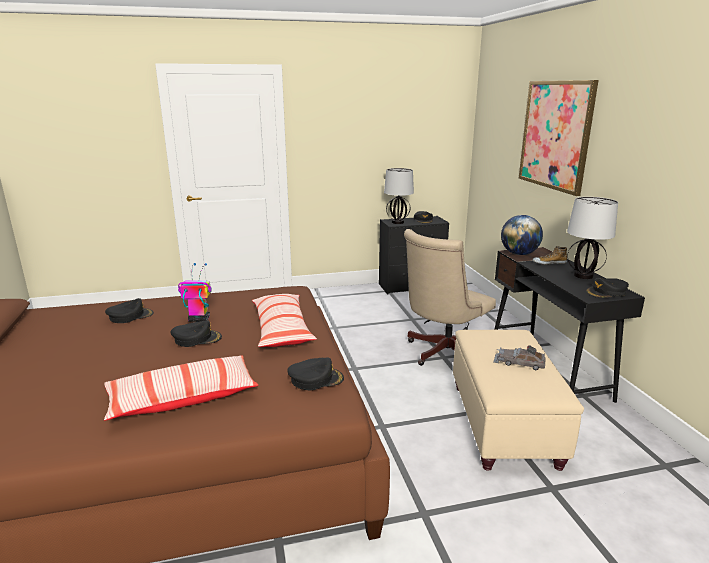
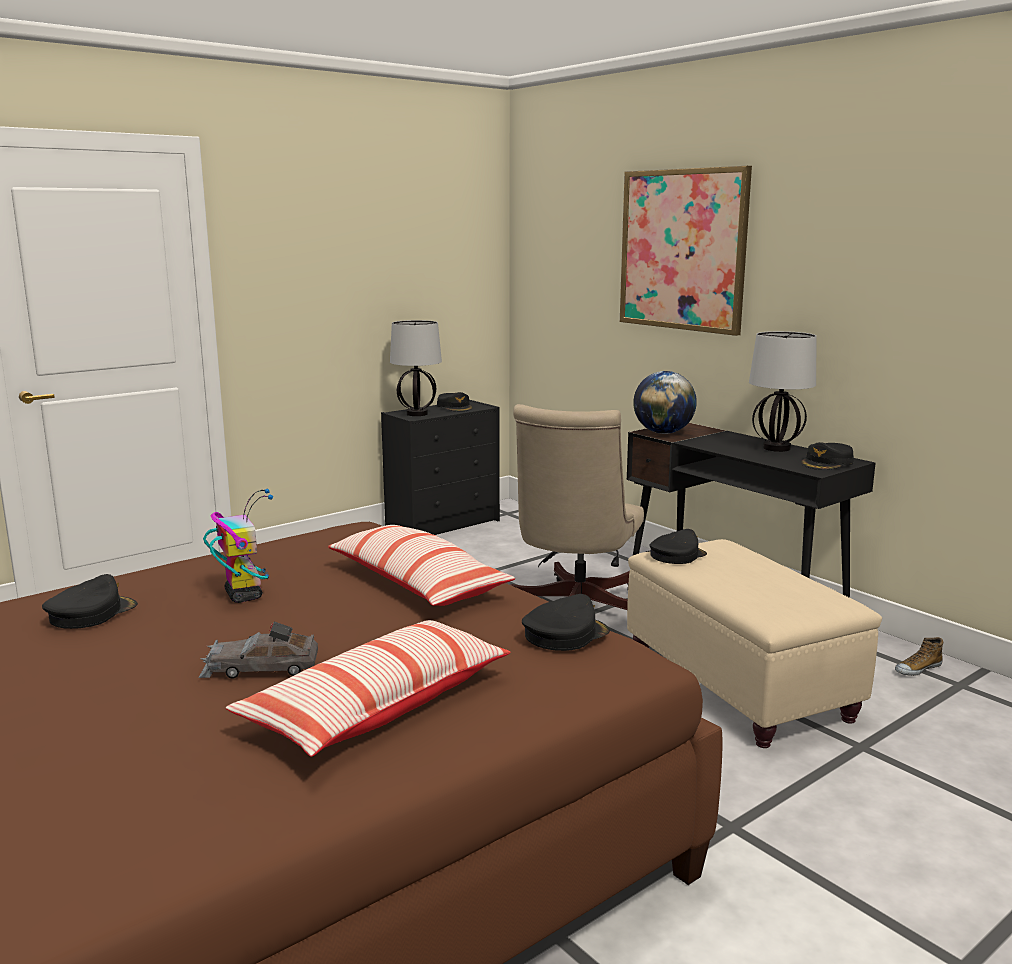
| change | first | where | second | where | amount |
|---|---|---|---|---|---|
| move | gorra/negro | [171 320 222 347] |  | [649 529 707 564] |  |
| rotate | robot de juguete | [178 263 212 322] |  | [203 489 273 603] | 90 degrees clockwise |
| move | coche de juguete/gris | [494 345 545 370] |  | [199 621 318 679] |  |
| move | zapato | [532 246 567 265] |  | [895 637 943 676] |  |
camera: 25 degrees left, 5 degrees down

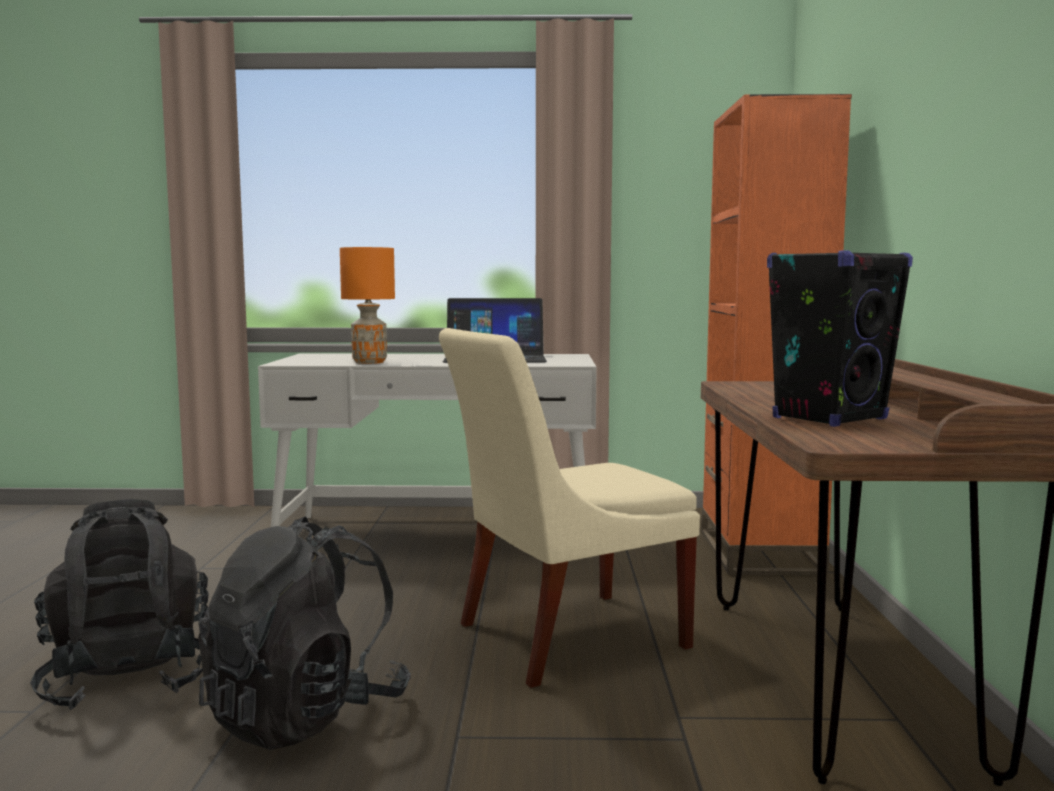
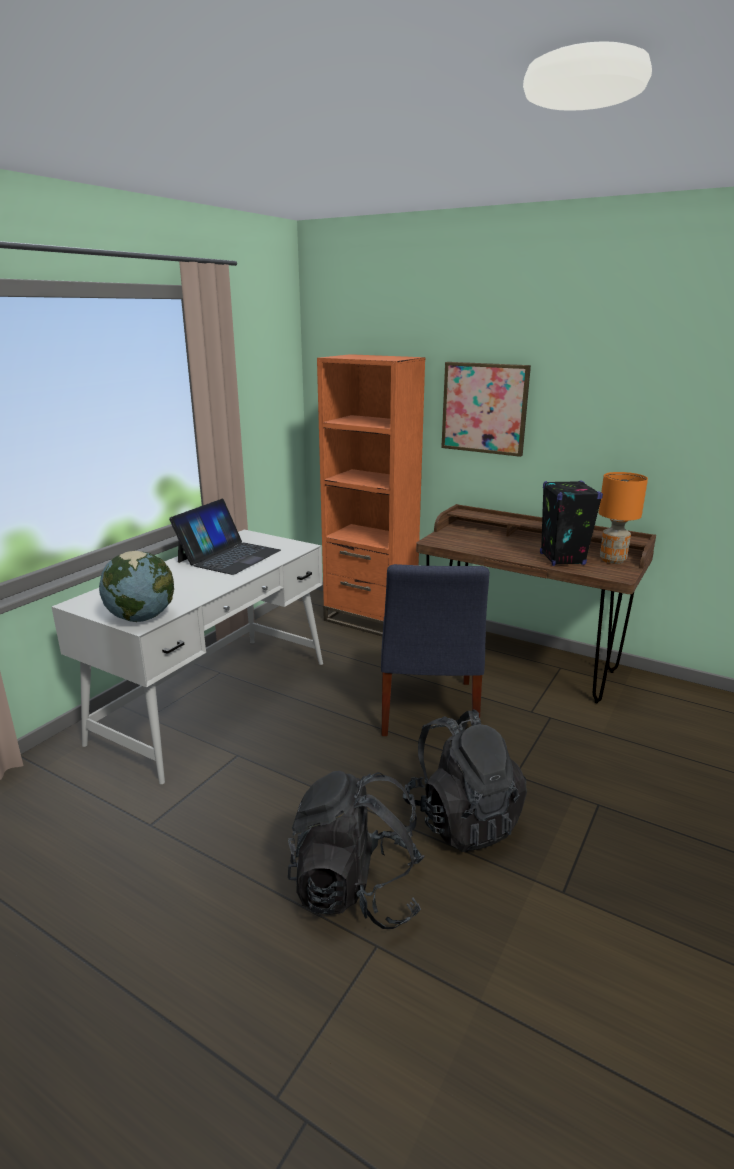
| change | first | where | second | where | amount |
|---|---|---|---|---|---|
| move | lámpara de mesa/naranja | [340 247 395 364] |  | [599 472 648 564] |  |
| recolor | silla/beis | [439 328 700 688] | silla/azul | [381 564 490 736] |  |
| insert |  |  | globo terráqueo | [99 551 174 622] |  |
| insert |  |  | cuadro | [441 362 531 457] |  |
camera: 60 degrees left, 15 degrees up

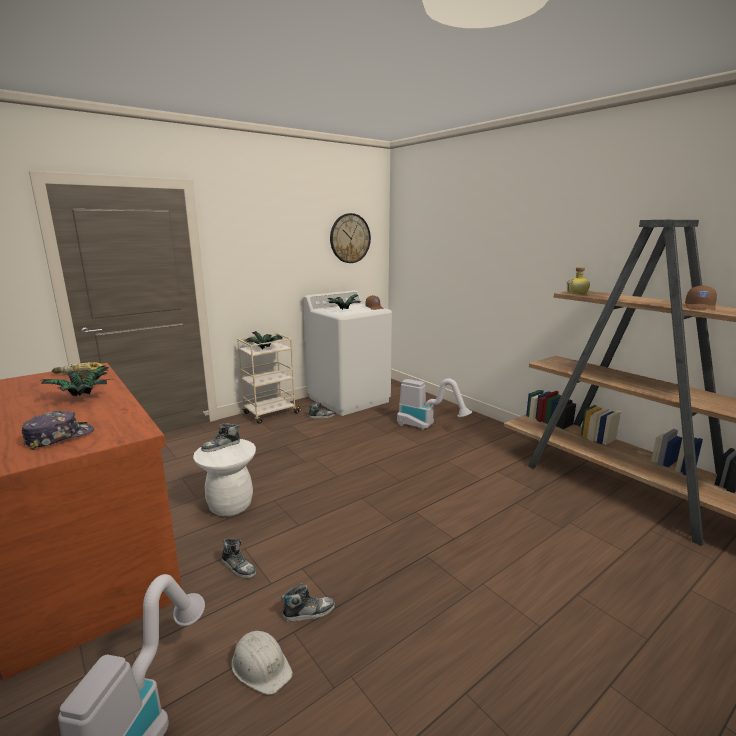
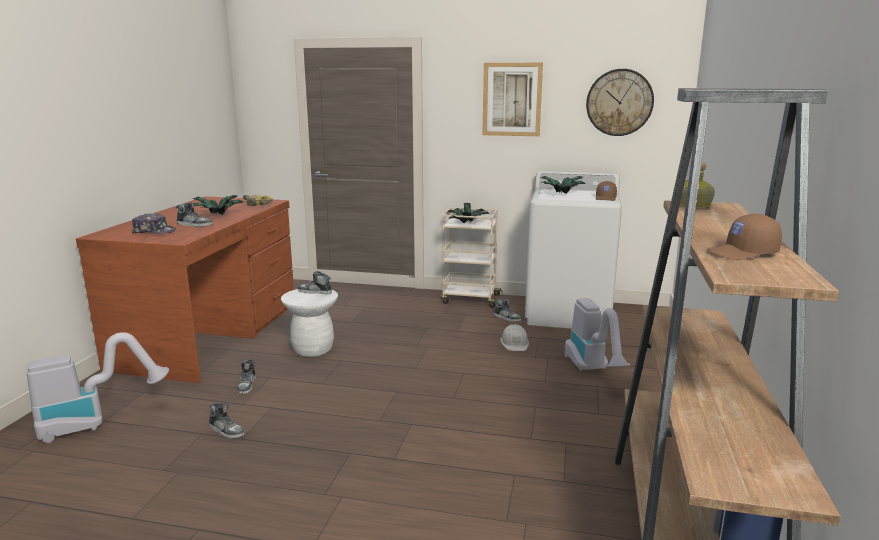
| change | first | where | second | where | amount |
|---|---|---|---|---|---|
| move | casco/blanco | [231 631 293 695] |  | [500 324 529 351] |  |
| insert |  |  | zapato | [176 203 213 227] |  |
| insert |  |  | cuadro | [482 63 543 136] |  |
camera: 50 degrees right, 0 degrees up

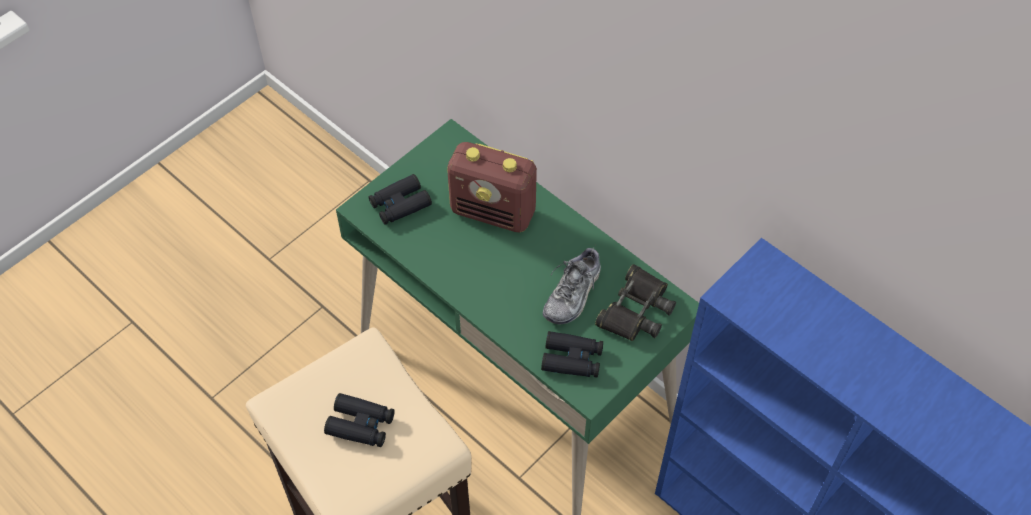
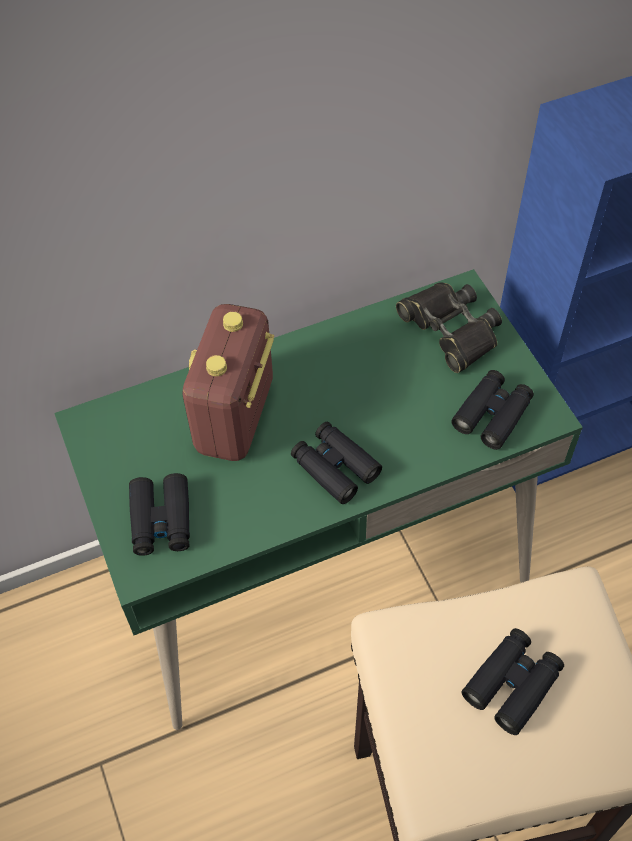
| change | first | where | second | where | amount |
|---|---|---|---|---|---|
| rotate | radio | [447 142 537 232] |  | [182 304 274 461] | 150 degrees clockwise |
| delete | zapato | [543 246 601 325] |  |  |  |
| insert |  |  | prismáticos/negro | [291 422 382 504] |  |
camera: 65 degrees left, 0 degrees up

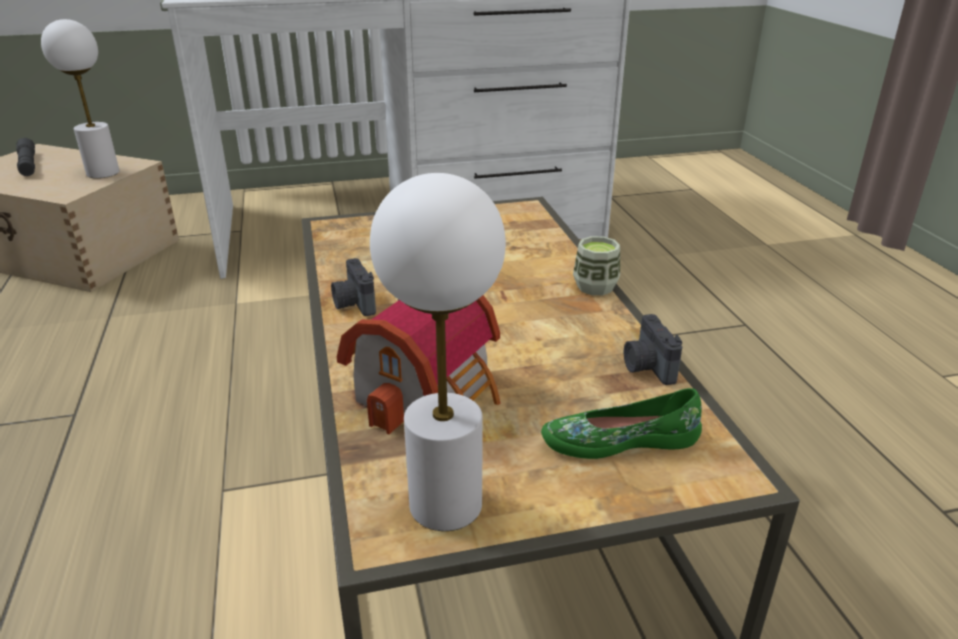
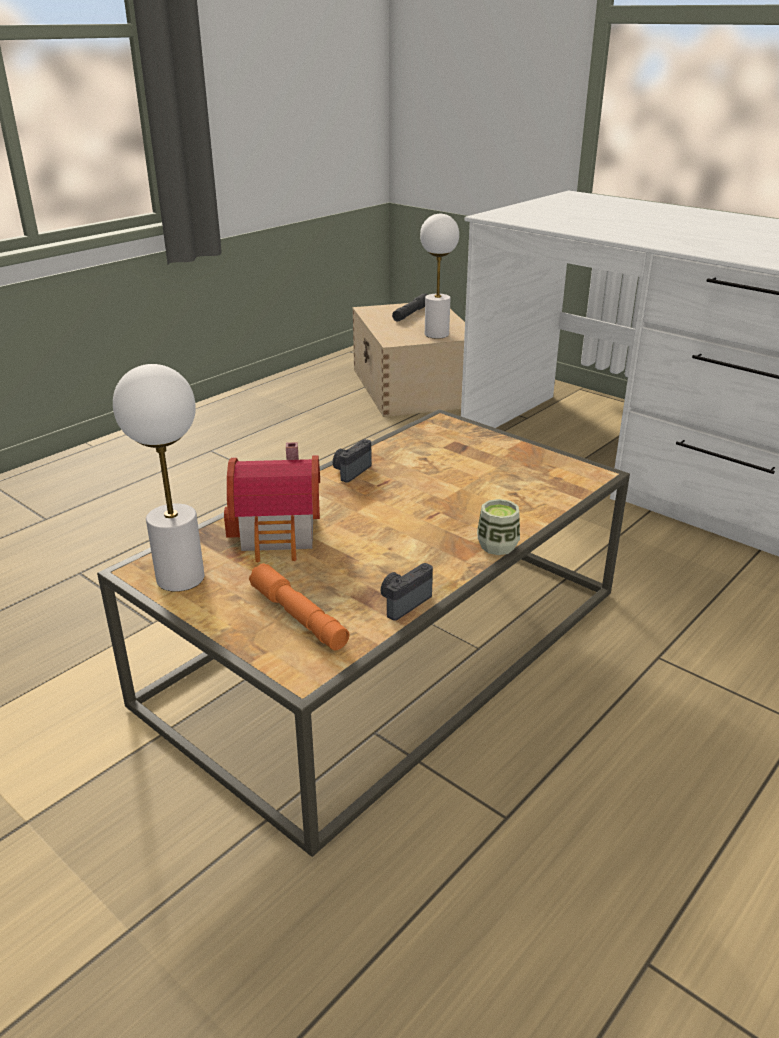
| change | first | where | second | where | amount |
|---|---|---|---|---|---|
| replace | zapato/verde | [541 388 702 459] | linterna/naranja | [249 563 349 650] |  |
camera: 55 degrees right, 0 degrees up

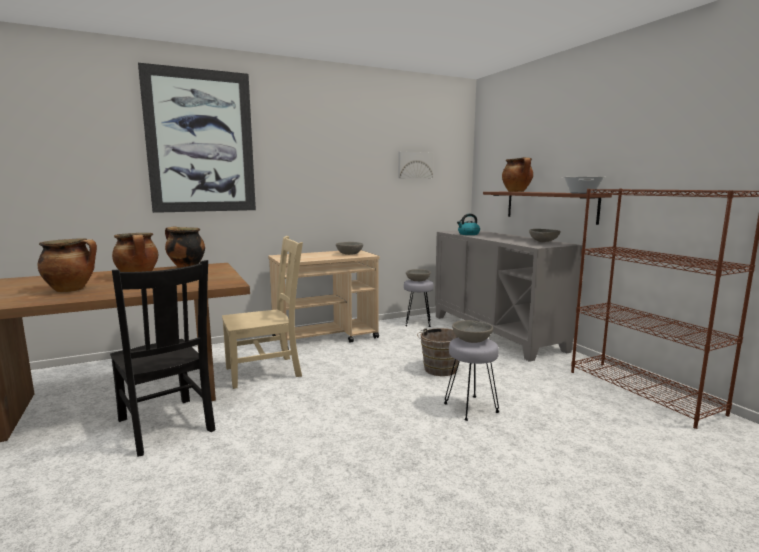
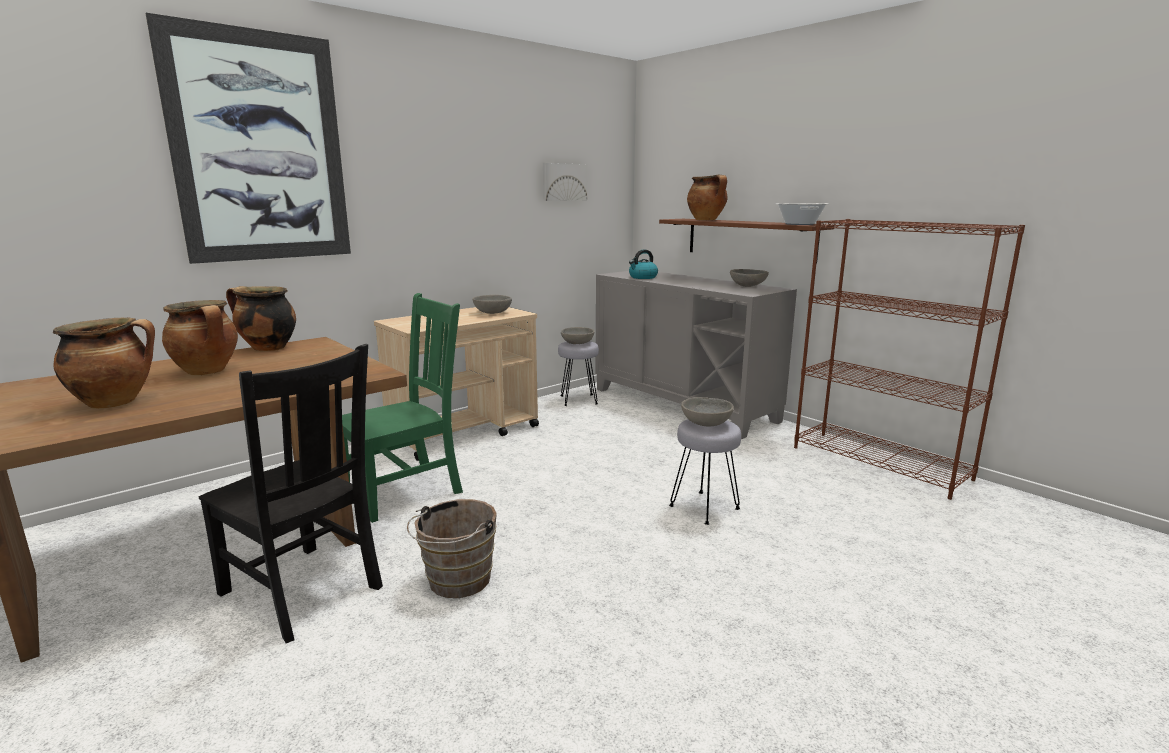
| change | first | where | second | where | amount |
|---|---|---|---|---|---|
| recolor | silla/beis | [222 236 303 389] | silla/verde | [342 293 463 523] |  |
| move | cubo/marrón | [417 328 458 376] |  | [407 499 497 598] |  |
camera: 15 degrees left, 5 degrees up

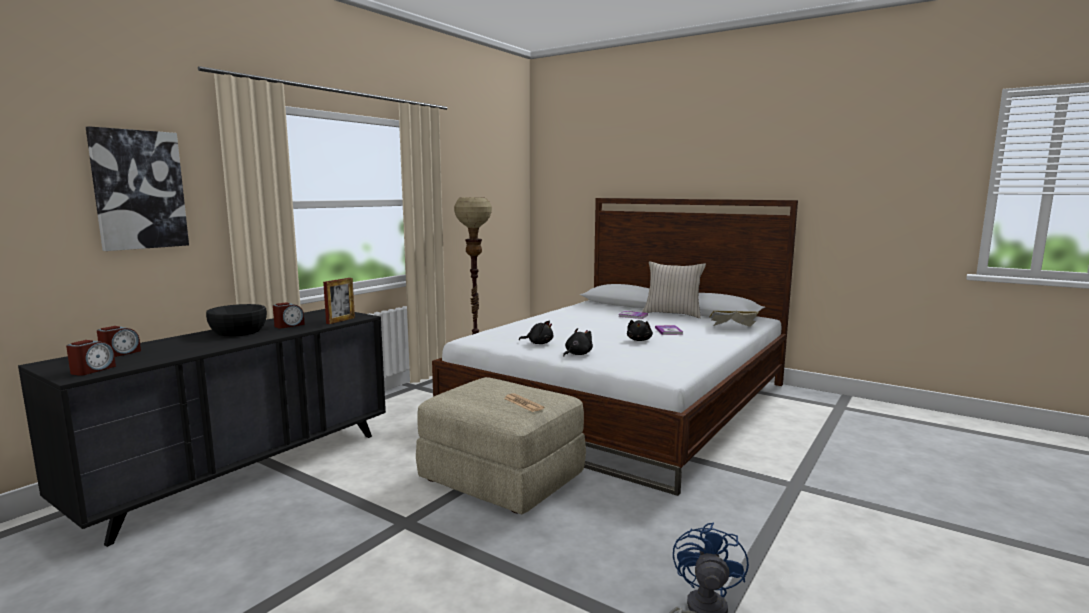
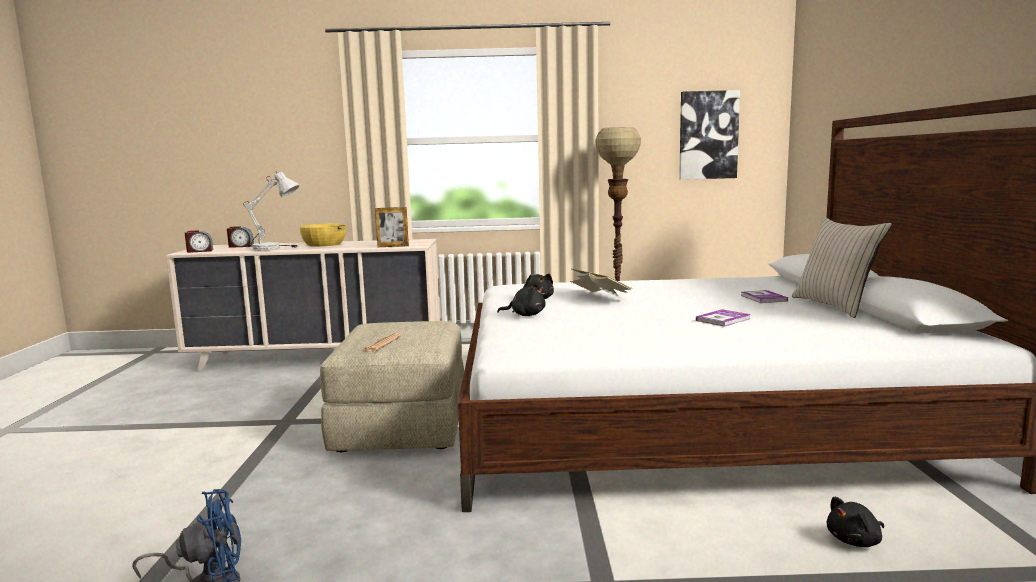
| change | first | where | second | where | amount |
|---|---|---|---|---|---|
| recolor | cómoda/negro | [18 309 386 547] | cómoda/beis | [166 239 440 371] |  |
| move | cuadro | [86 126 189 251] |  | [679 90 740 180] |  |
| recolor | cuenco/negro | [206 304 267 336] | cuenco/amarillo | [300 223 346 247] |  |
| delete | despertador | [273 302 305 329] |  |  |  |
| move | peluche/negro | [627 320 653 341] |  | [827 497 884 547] |  |
| move | libro | [709 311 759 327] |  | [570 269 633 299] |  |
| insert |  |  | lámpara de mesa/blanco | [244 171 299 251] |  |
camera: 55 degrees right, 0 degrees up

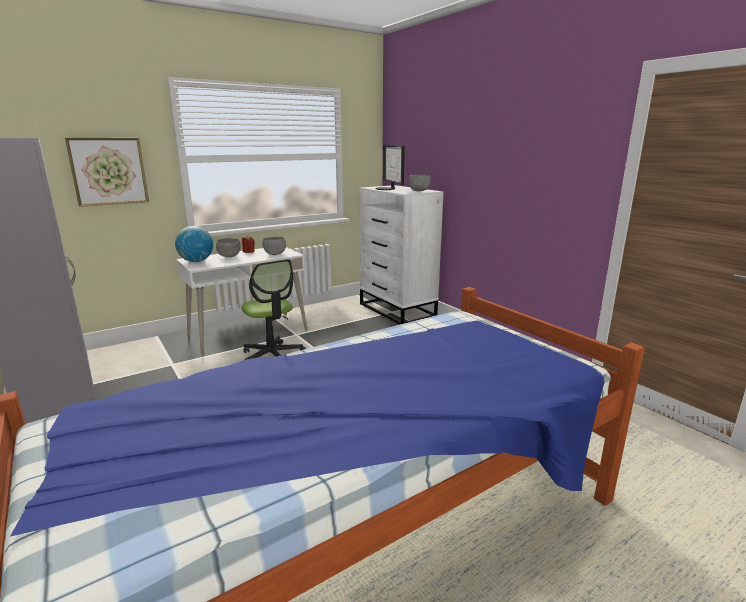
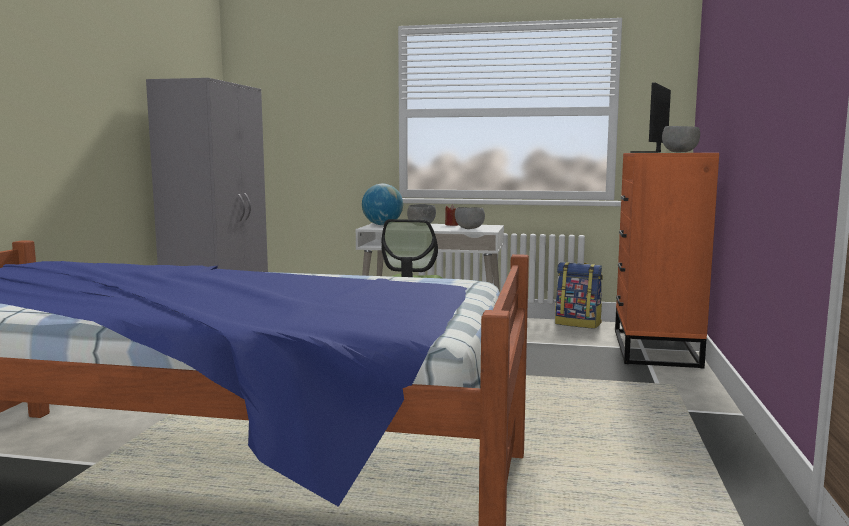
| change | first | where | second | where | amount |
|---|---|---|---|---|---|
| delete | cuadro | [65 138 149 207] |  |  |  |
| recolor | cómoda/blanco | [359 185 444 324] | cómoda/naranja | [615 153 719 369] |  |
| insert |  |  | mochila | [555 262 603 329] |  |
camera: 45 degrees right, 10 degrees down

